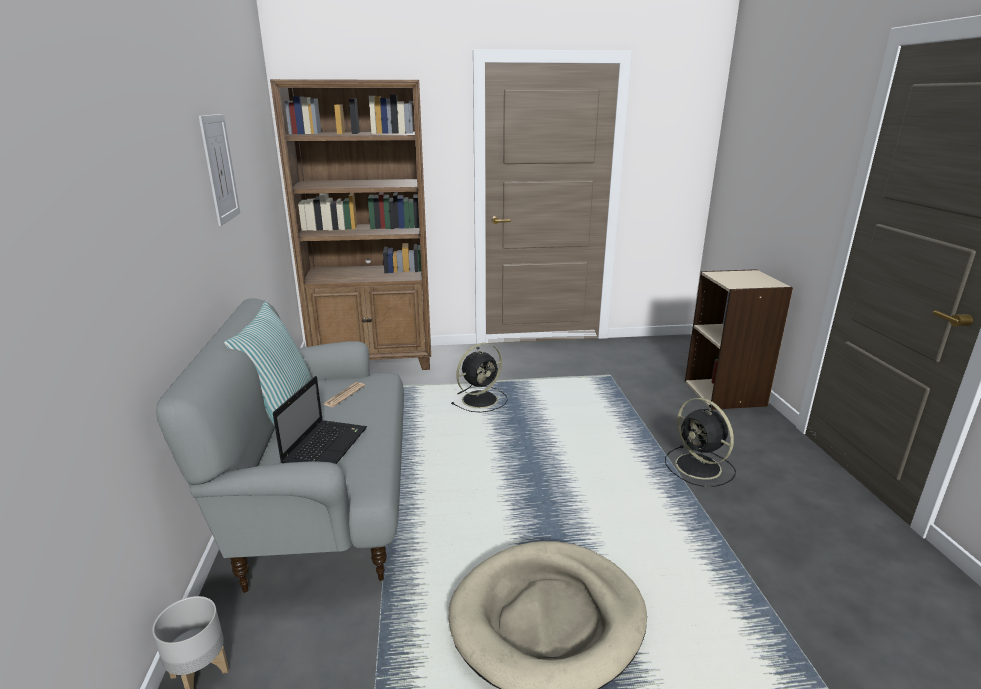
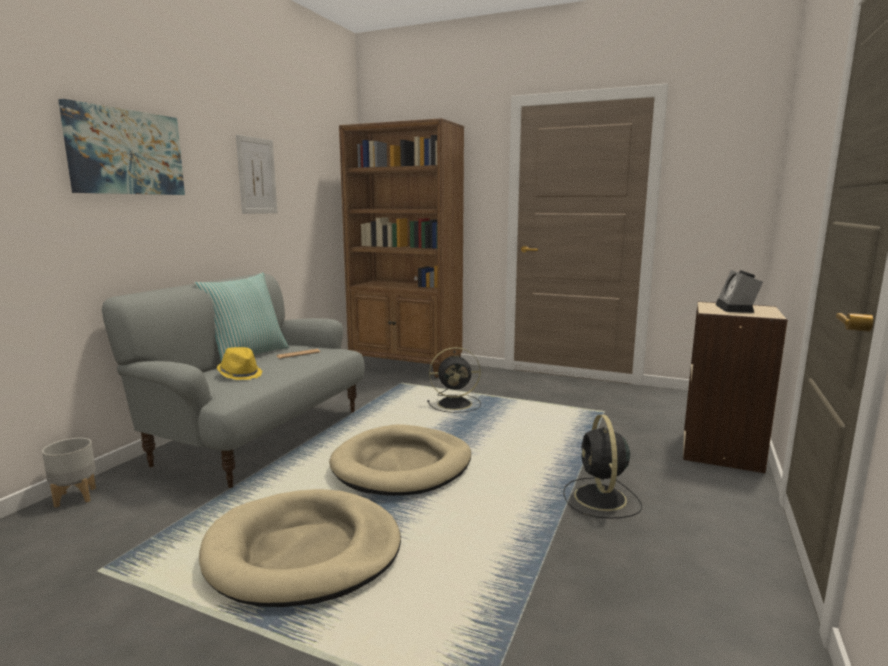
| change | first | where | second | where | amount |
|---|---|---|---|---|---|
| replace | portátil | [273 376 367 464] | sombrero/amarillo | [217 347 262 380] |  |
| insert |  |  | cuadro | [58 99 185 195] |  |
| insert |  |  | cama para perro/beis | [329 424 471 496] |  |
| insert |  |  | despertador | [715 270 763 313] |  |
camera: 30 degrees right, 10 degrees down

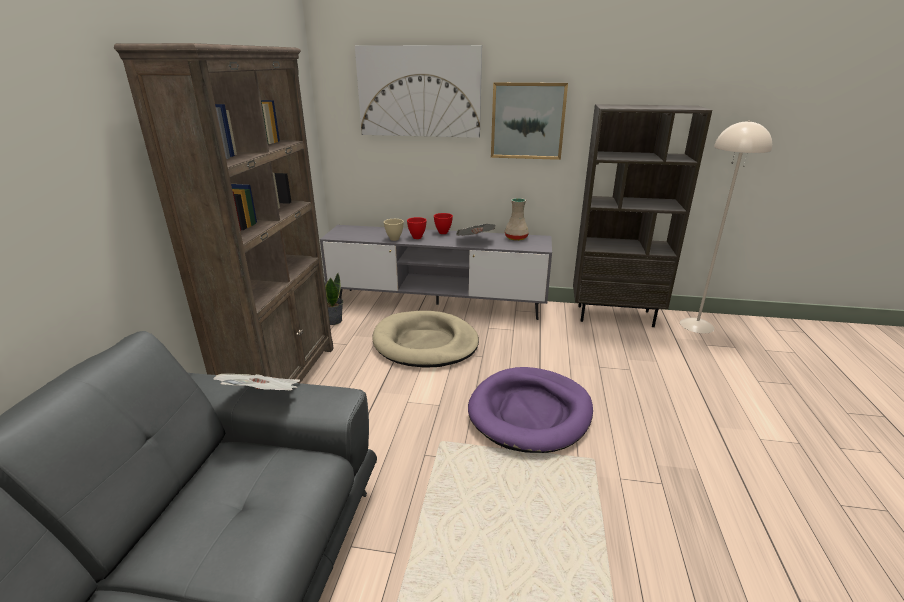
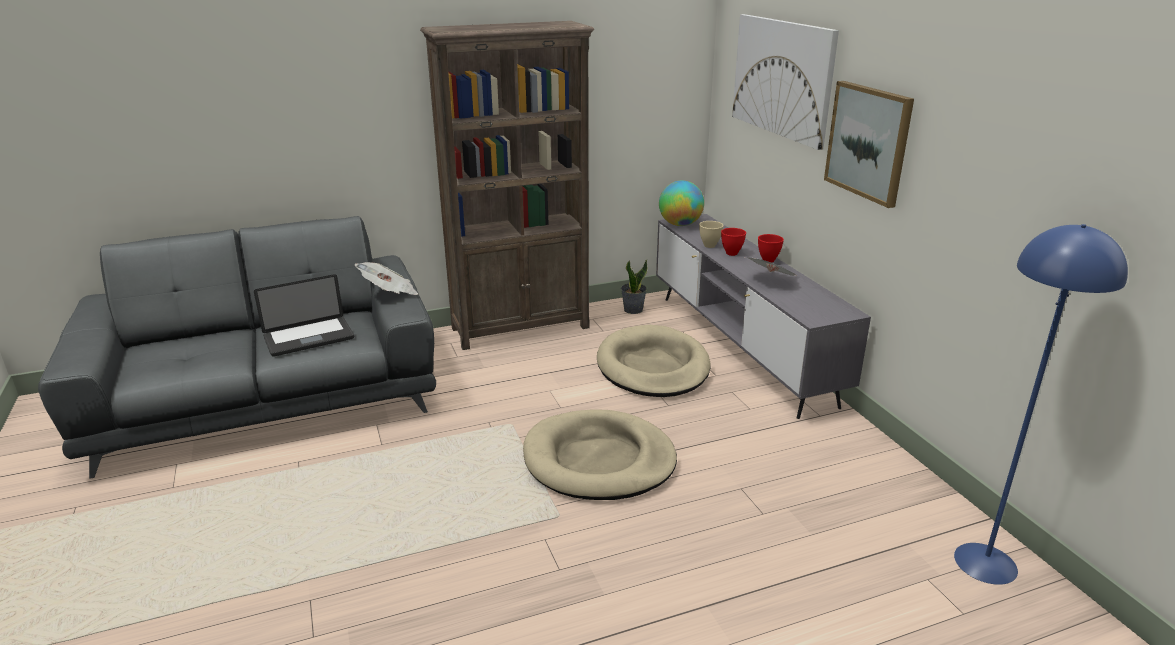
| change | first | where | second | where | amount |
|---|---|---|---|---|---|
| recolor | cama para perro/morado | [468 367 593 453] | cama para perro/beis | [523 410 677 500] |  |
| delete | florero/beis | [505 198 529 241] |  |  |  |
| delete | estantería/marrón | [573 104 712 327] |  |  |  |
| recolor | lámpara de pie/beis | [680 120 772 333] | lámpara de pie/azul | [954 224 1128 585] |  |
| insert |  |  | portátil | [254 274 354 357] |  |
| insert |  |  | globo terráqueo | [659 180 704 226] |  |
camera: 60 degrees right, 0 degrees up

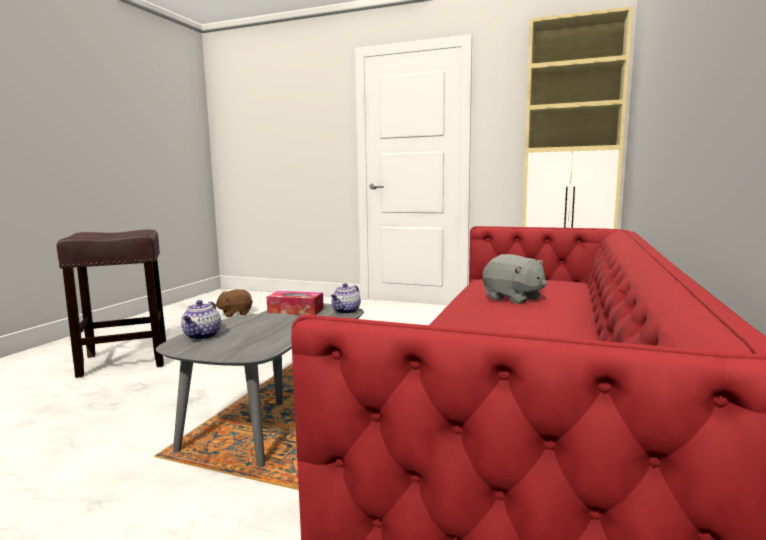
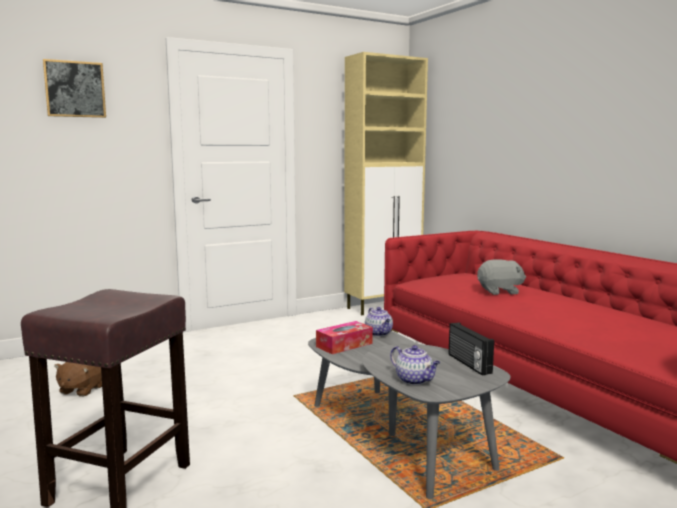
| change | first | where | second | where | amount |
|---|---|---|---|---|---|
| insert |  |  | cuadro | [43 59 106 118] |  |
| insert |  |  | radio | [449 322 494 376] |  |
camera: 50 degrees left, 0 degrees up

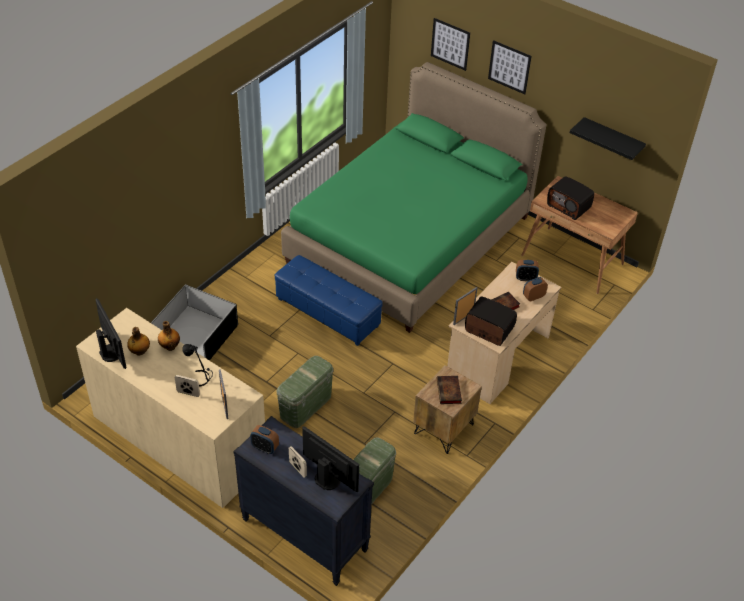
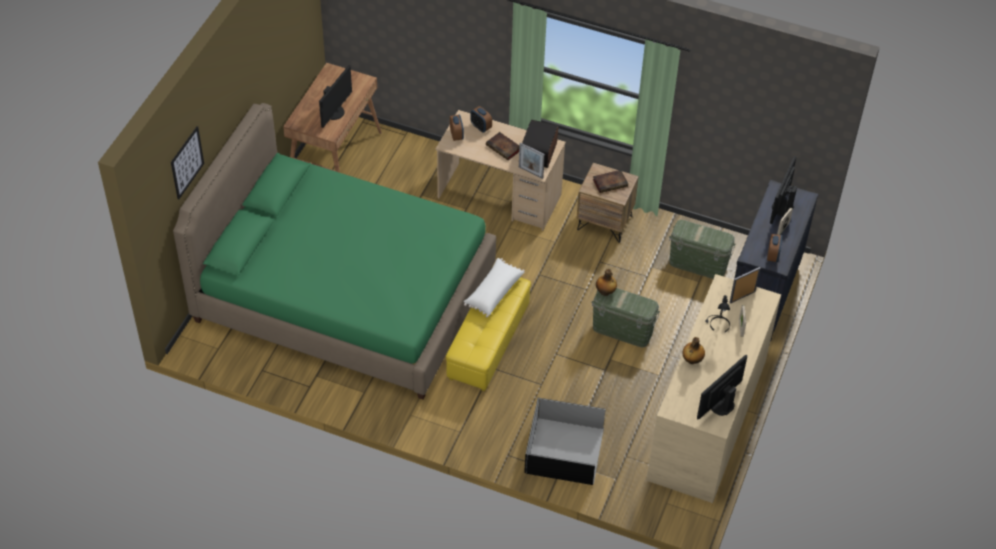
| change | first | where | second | where | amount |
|---|---|---|---|---|---|
| move | botella | [127 327 150 356] |  | [596 269 617 296] |  |
| recolor | puf/azul | [275 255 382 346] | puf/amarillo | [446 277 531 391] |  |
| delete | cuadro | [488 40 532 94] |  |  |  |
| replace | radio | [547 176 594 220] | monitor | [319 65 352 128] |  |
| delete | estante/negro | [570 117 646 160] |  |  |  |
| insert |  |  | cojín/blanco | [464 258 525 317] |  |
camera: 105 degrees left, 5 degrees up

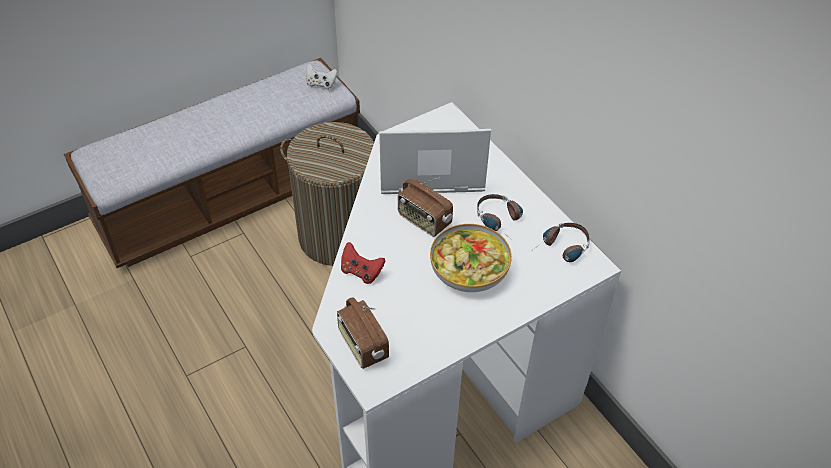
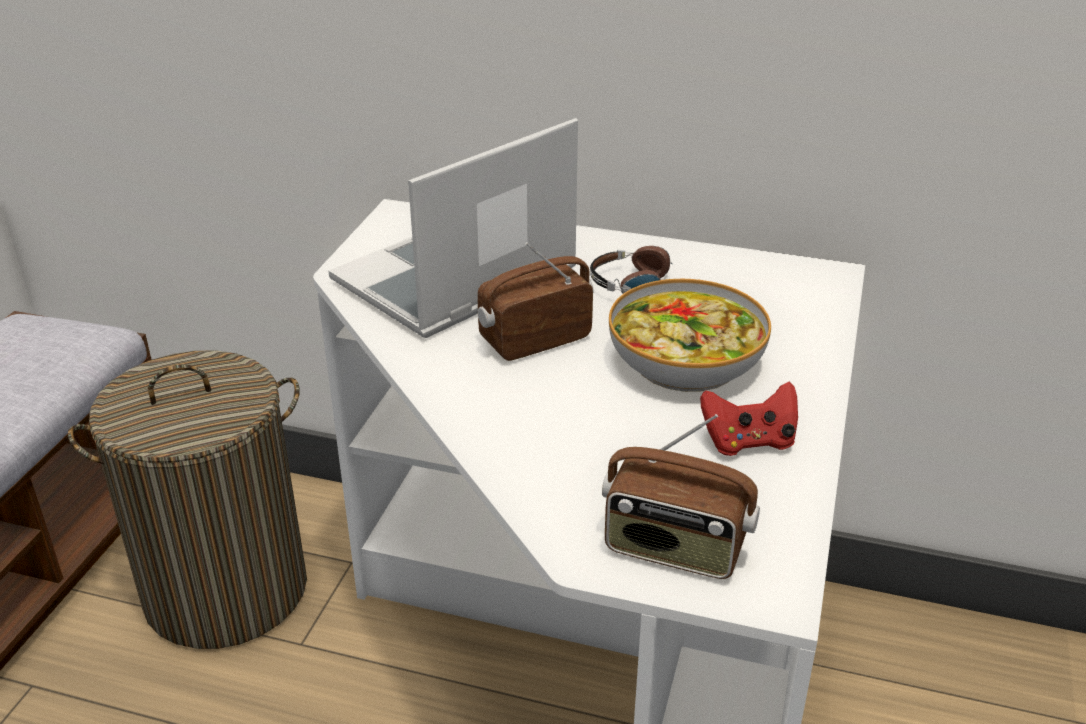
| change | first | where | second | where | amount |
|---|---|---|---|---|---|
| delete | mando de consola/blanco | [306 64 338 90] |  |  |  |
| move | mando de consola/rojo | [341 242 385 284] |  | [700 381 798 456] |  |
| rotate | radio | [398 177 453 237] |  | [478 242 593 361] | 150 degrees clockwise |
| delete | auriculares | [534 223 590 262] |  |  |  |
camera: 40 degrees left, 15 degrees down

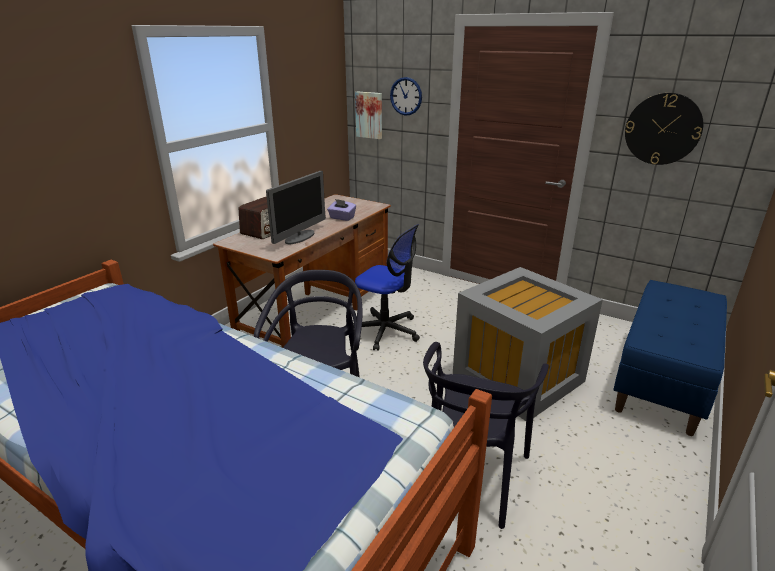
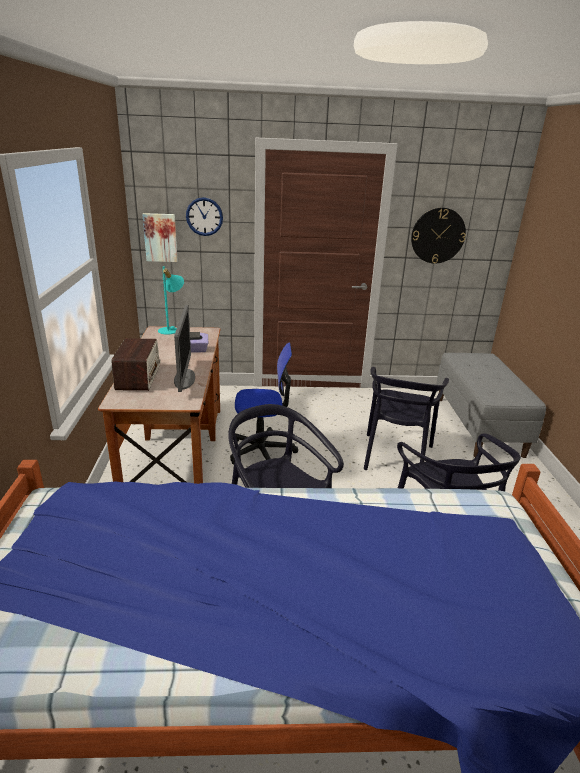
| change | first | where | second | where | amount |
|---|---|---|---|---|---|
| replace | caja de almacenaje/gris | [453 267 603 421] | silla/negro | [364 367 449 470] |  |
| recolor | banco/azul | [613 280 727 436] | banco/gris | [436 353 546 458] |  |
| insert |  |  | lámpara de mesa/turquesa | [158 266 184 335] |  |
camera: 35 degrees left, 0 degrees up

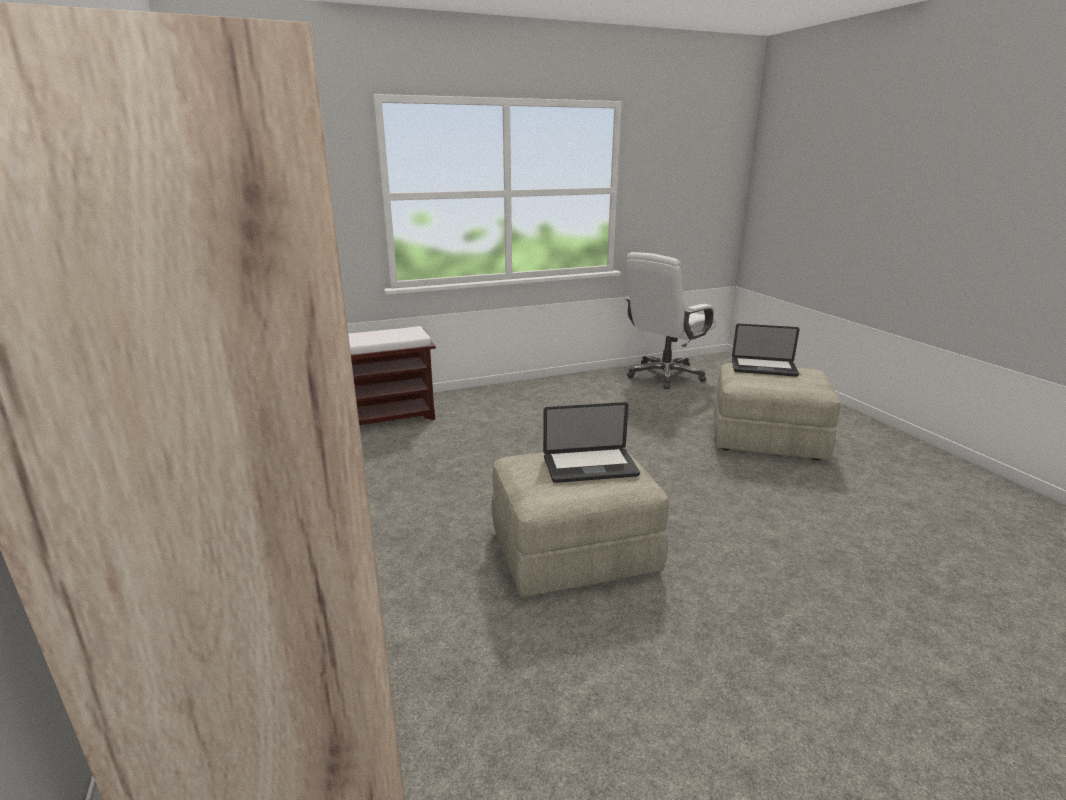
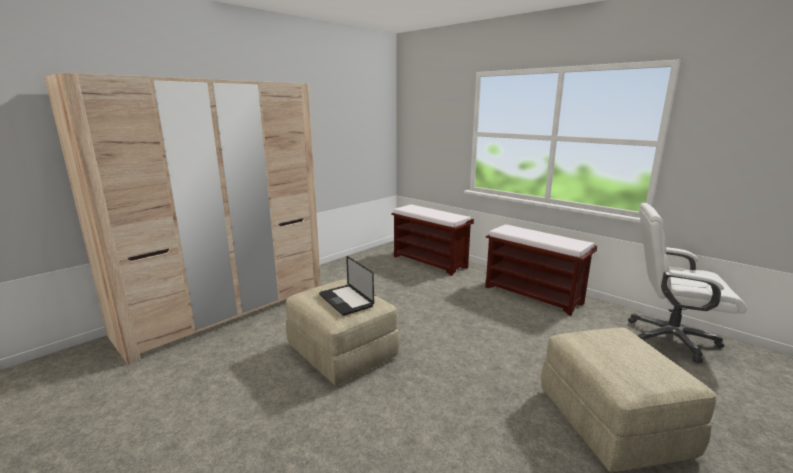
| change | first | where | second | where | amount |
|---|---|---|---|---|---|
| delete | portátil | [732 324 800 377] |  |  |  |
| insert |  |  | banco/marrón | [485 224 597 316] |  |
camera: 65 degrees right, 5 degrees down

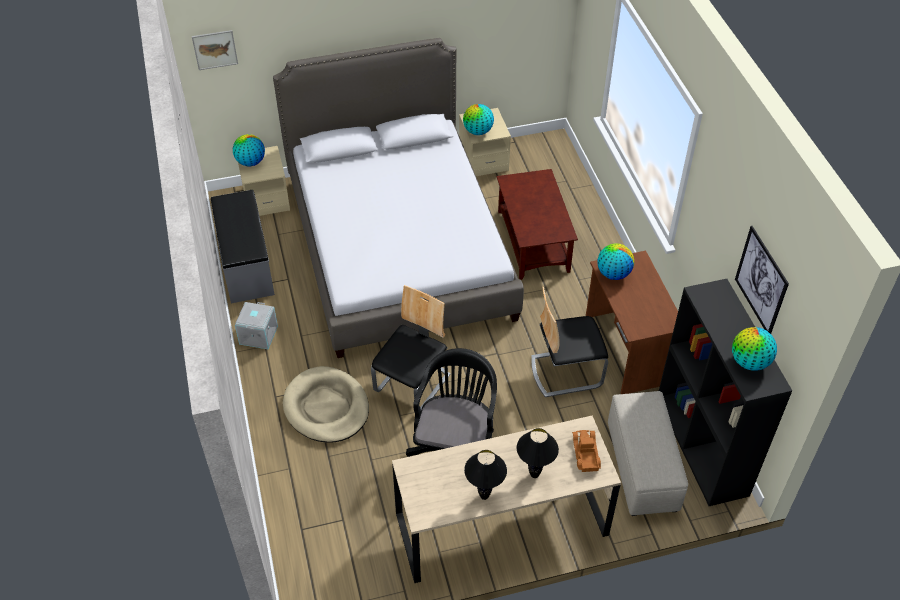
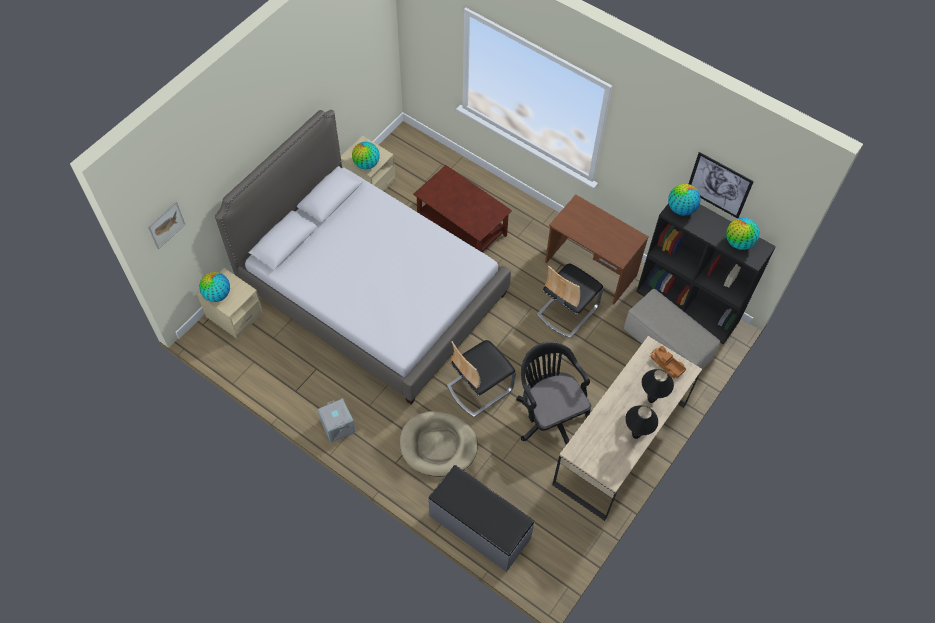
| change | first | where | second | where | amount |
|---|---|---|---|---|---|
| move | banco/gris | [211 190 275 303] |  | [428 465 535 572] |  |
| rotate | silla | [371 285 450 409] |  | [447 340 516 417] | 120 degrees counterclockwise |
| move | globo terráqueo | [597 244 634 280] |  | [668 184 701 216] |  |
camera: 40 degrees left, 10 degrees up

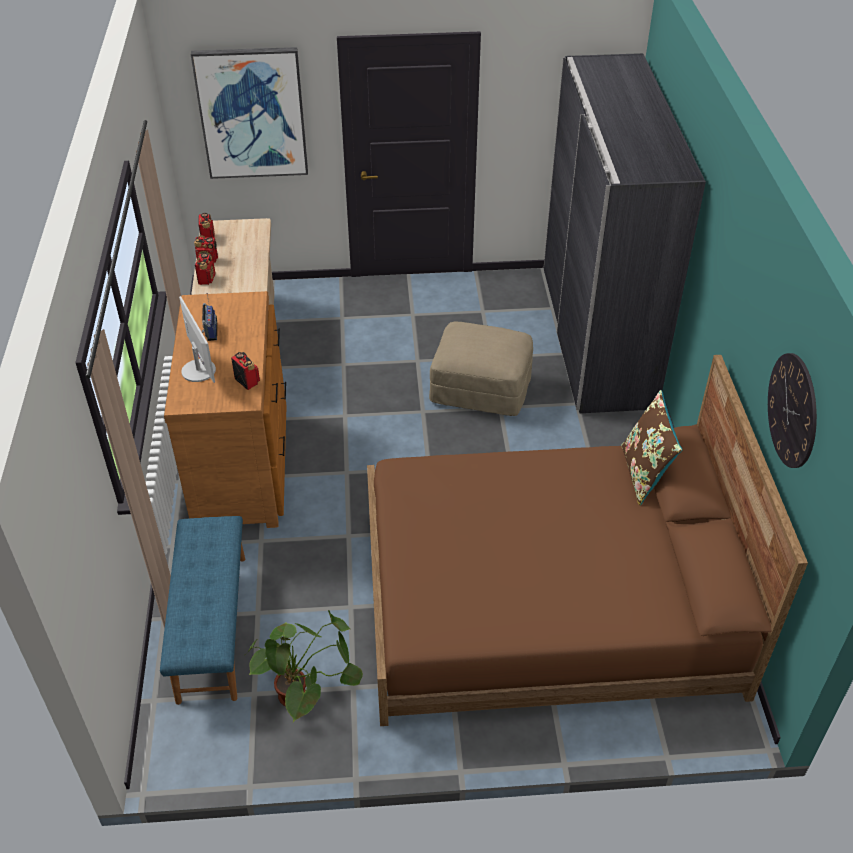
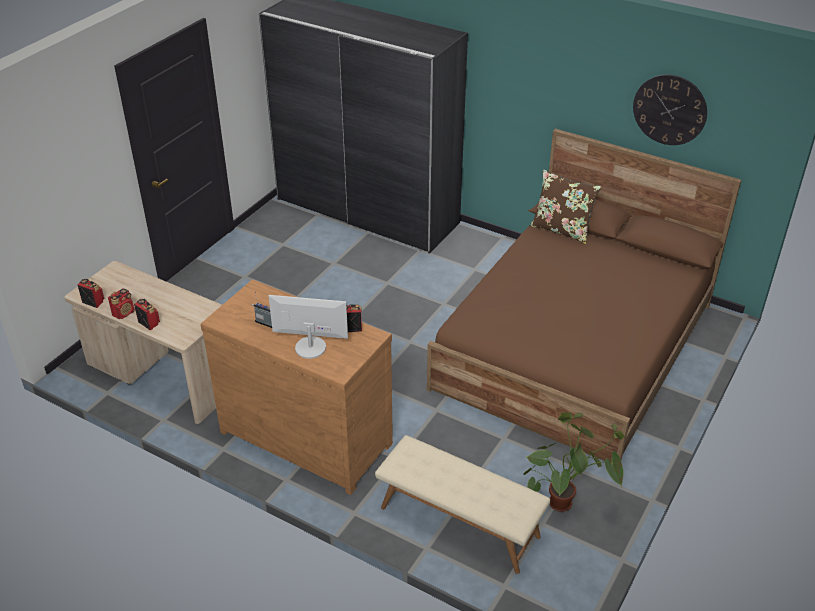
| change | first | where | second | where | amount |
|---|---|---|---|---|---|
| recolor | banco/azul | [160 516 245 705] | banco/beis | [375 435 550 574] |  |
| delete | cuadro | [191 47 308 179] |  |  |  |
| delete | puf/beis | [429 321 533 416] |  |  |  |
camera: 55 degrees left, 5 degrees down

